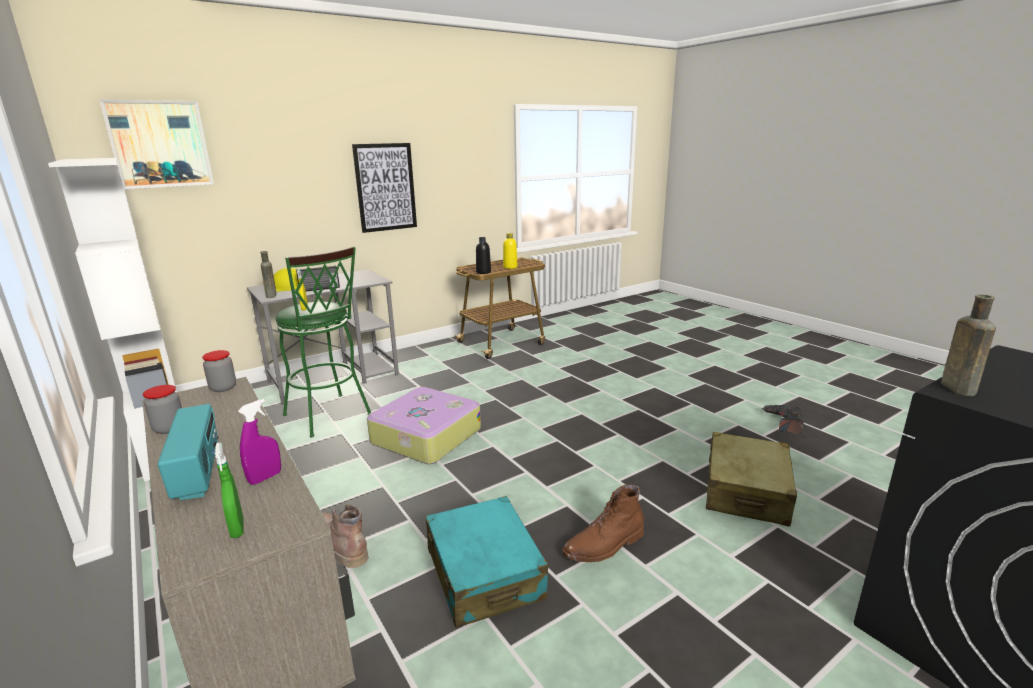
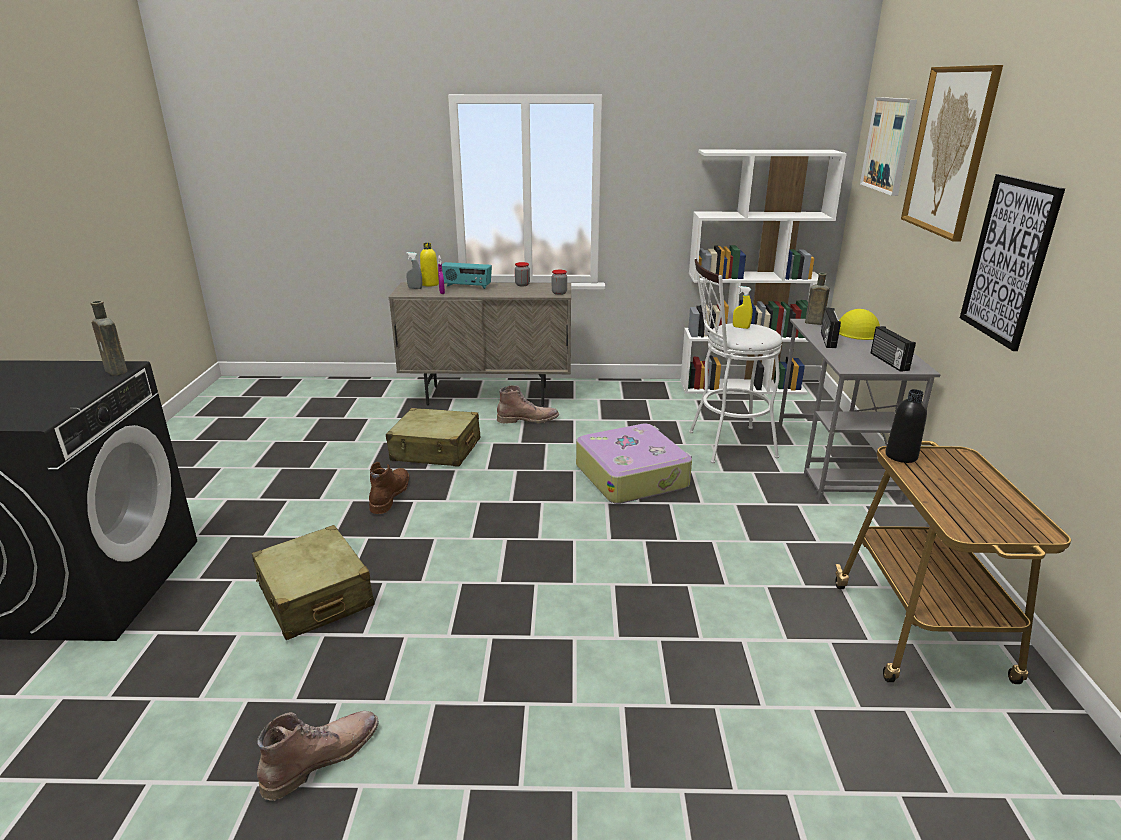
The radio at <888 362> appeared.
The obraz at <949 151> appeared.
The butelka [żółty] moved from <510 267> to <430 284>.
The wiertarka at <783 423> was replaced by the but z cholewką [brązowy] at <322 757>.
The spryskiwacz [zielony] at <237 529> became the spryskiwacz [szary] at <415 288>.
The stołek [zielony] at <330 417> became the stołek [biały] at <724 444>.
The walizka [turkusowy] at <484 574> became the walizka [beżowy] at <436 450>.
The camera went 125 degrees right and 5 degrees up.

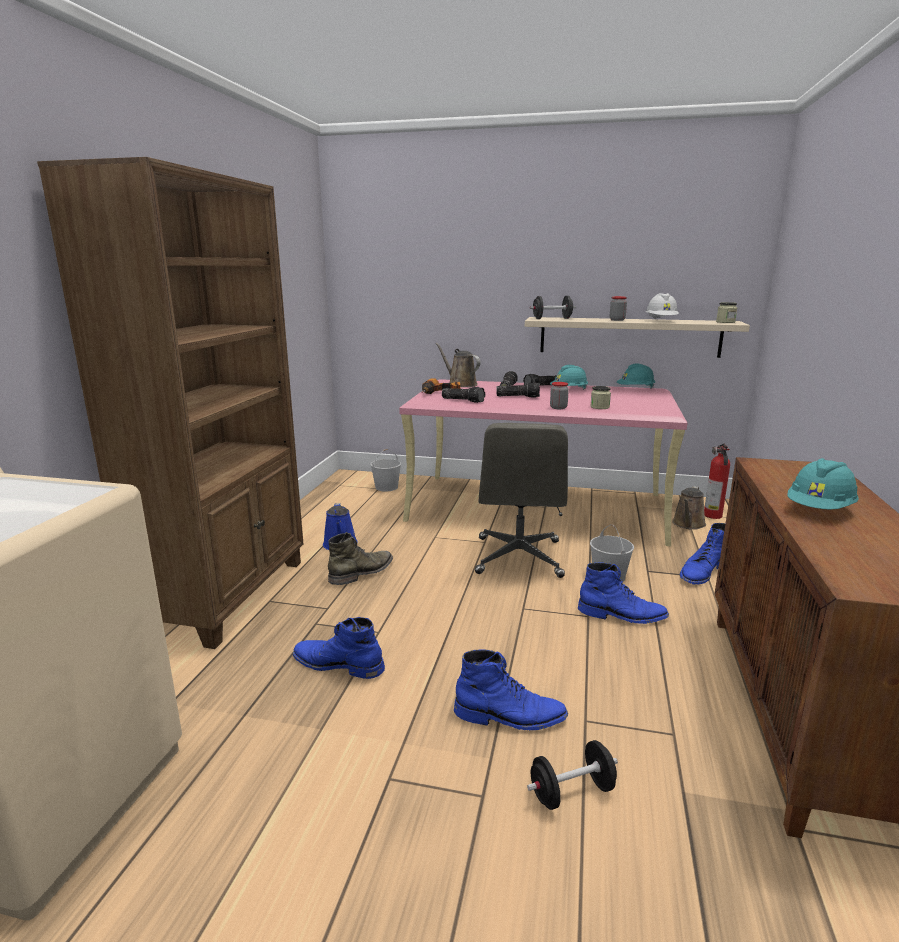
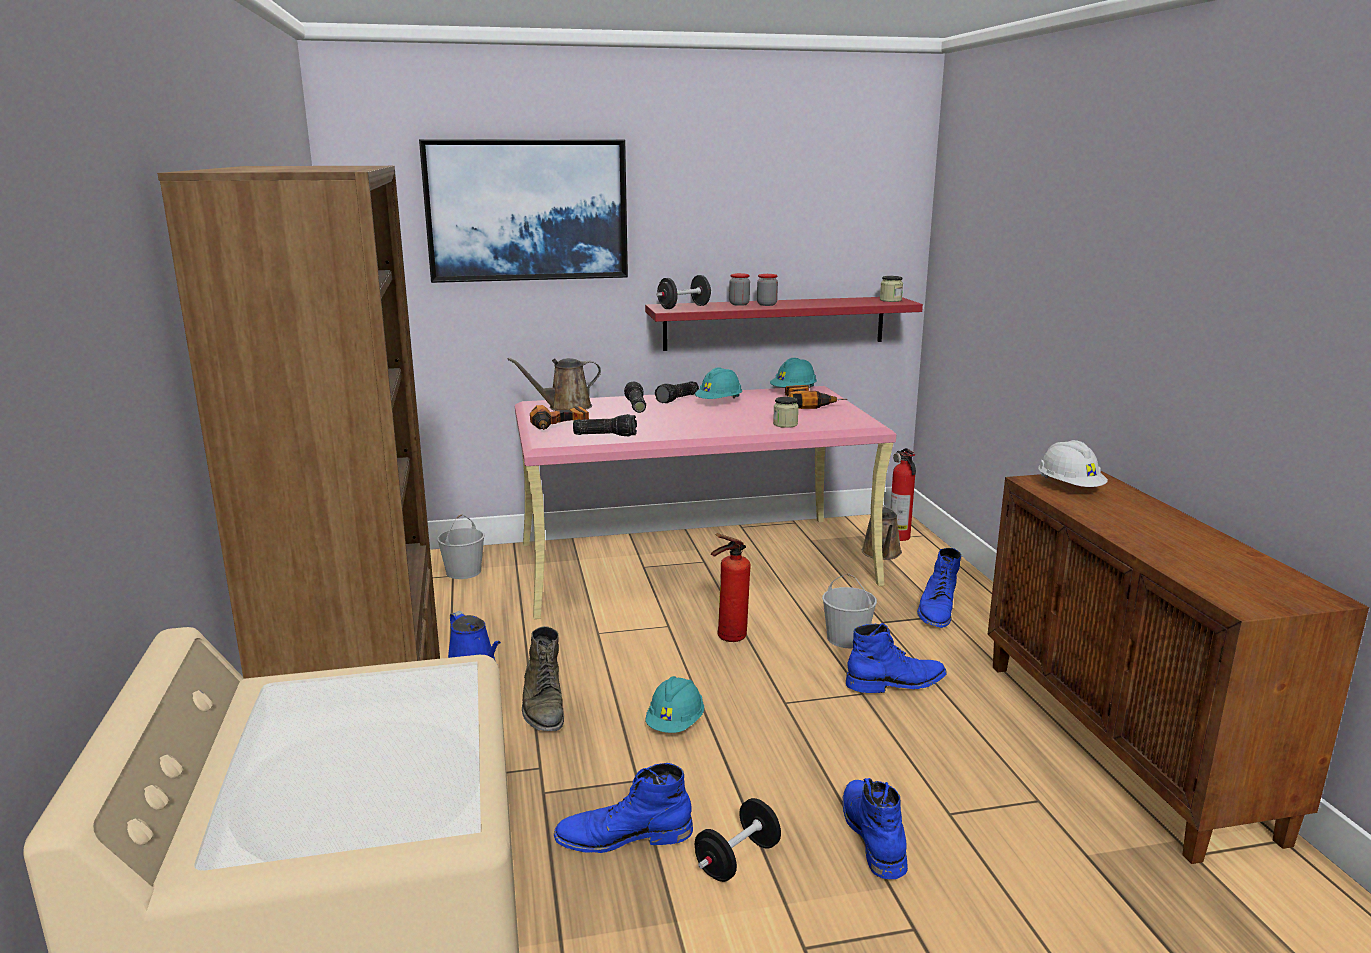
The latarka at <518 396> disappeared.
The obraz at <527 210> appeared.
The wiertarka at <809 403> appeared.
The hantel [czarny] moved from <571 792> to <737 859>.
The słoik moved from <558 408> to <739 304>.
The kask [biały] moved from <661 321> to <1069 487>.
The kask [turkusowy] moved from <819 509> to <675 724>.
The krzesło biurowe [szary] at <519 558> was replaced by the gaśnica at <728 638>.
The półka [beżowy] at <629 336> became the półka [czerwony] at <775 323>.
The but z cholewką [zielony] at <362 572> turned 150 degrees clockwise.
The konewka [brązowy] at <460 384> turned 45 degrees counterclockwise.
The but z cholewką [niebieski] at <510 717> turned 75 degrees counterclockwise.
The camera went 25 degrees left and 0 degrees up.

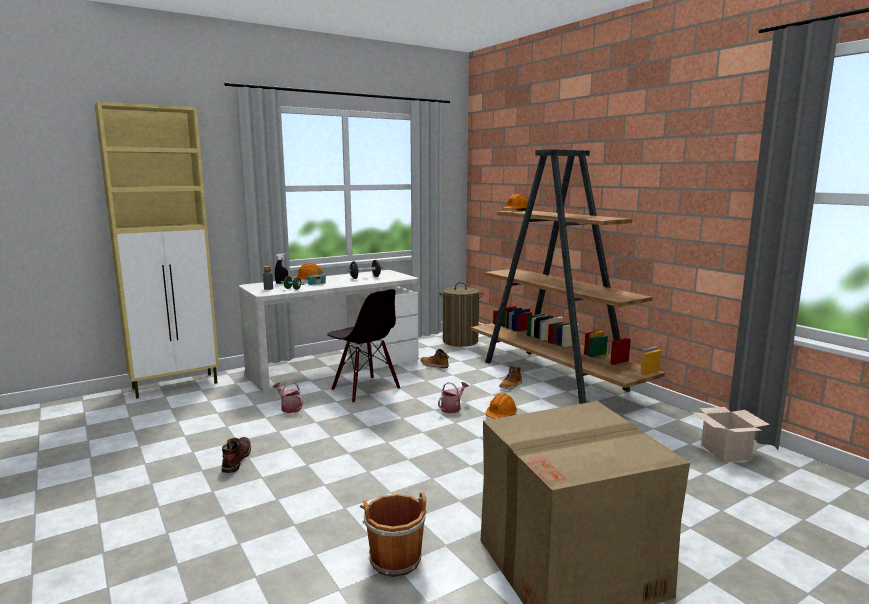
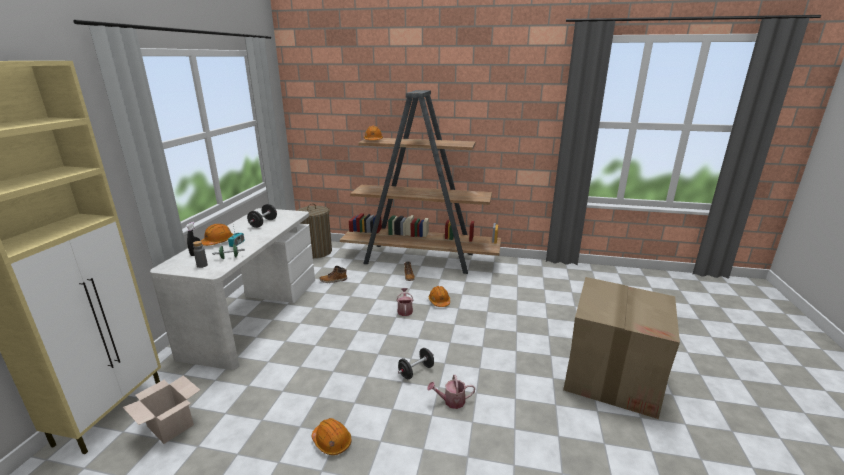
The krzesło [czarny] at <365 389> disappeared.
The wiadro [brązowy] at <394 558> disappeared.
The hantel [czarny] at <416 371> appeared.
The konewka moved from <289 408> to <451 401>.
The karton moved from <727 452> to <172 426>.
The but z cholewką [brązowy] at <236 459> was replaced by the kask [pomarańczowy] at <332 442>.
The camera went 45 degrees left and 10 degrees up.

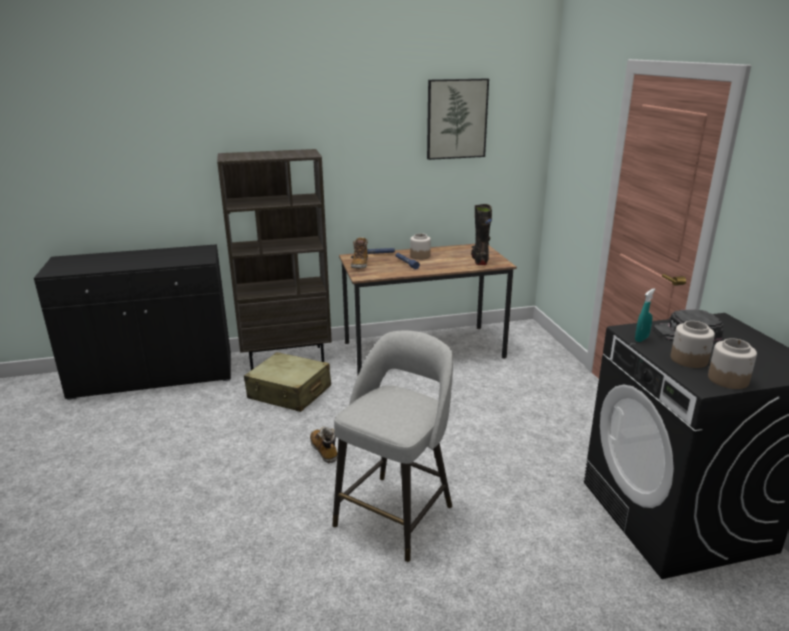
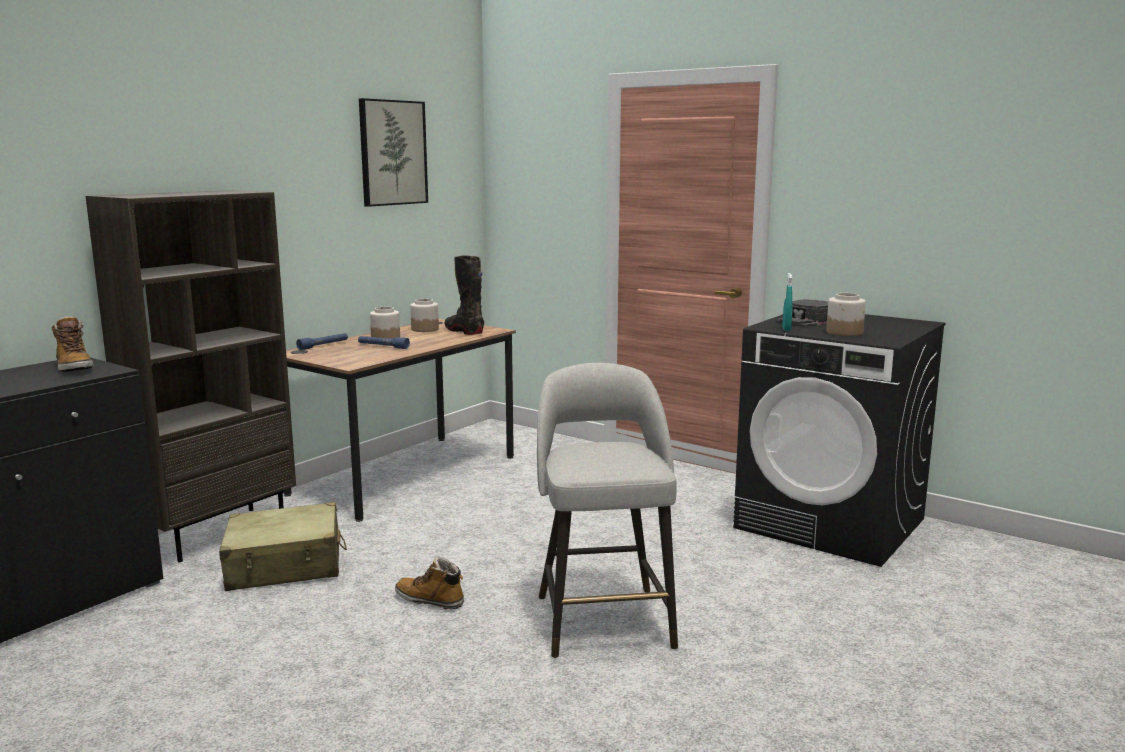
The but z cholewką moved from <360 264> to <74 367>.
The słoik moved from <728 379> to <425 329>.
The camera went 40 degrees left and 10 degrees down.

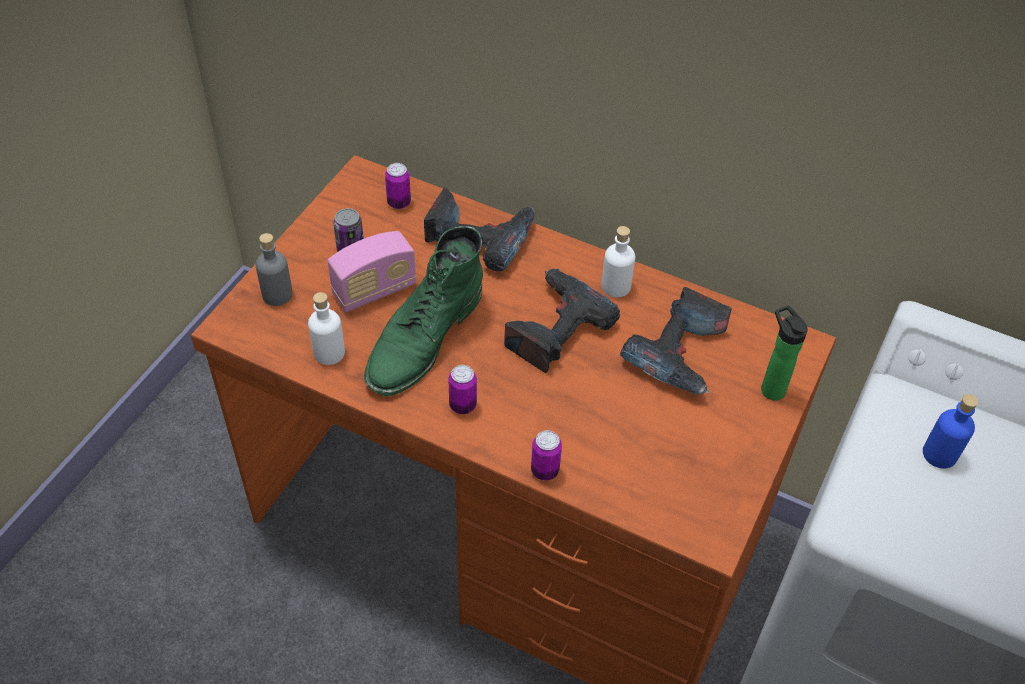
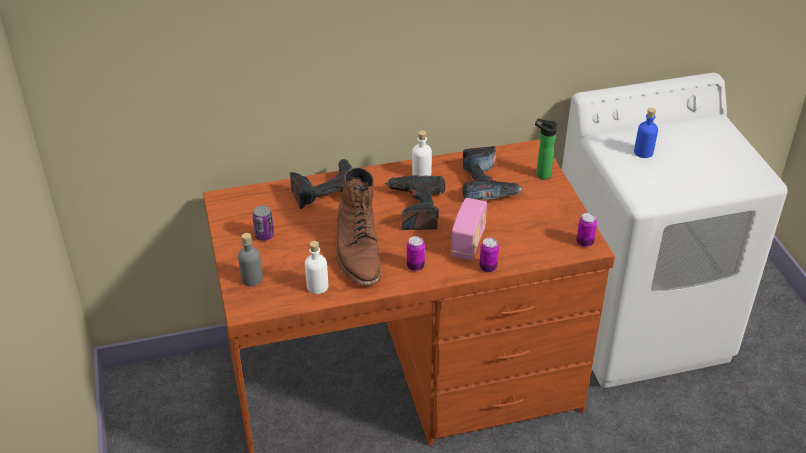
The radio moved from <374 290> to <468 243>.
The puszka moved from <399 203> to <584 242>.
The but z cholewką [zielony] at <424 338> became the but z cholewką [brązowy] at <358 251>.
The camera went 40 degrees left and 10 degrees down.

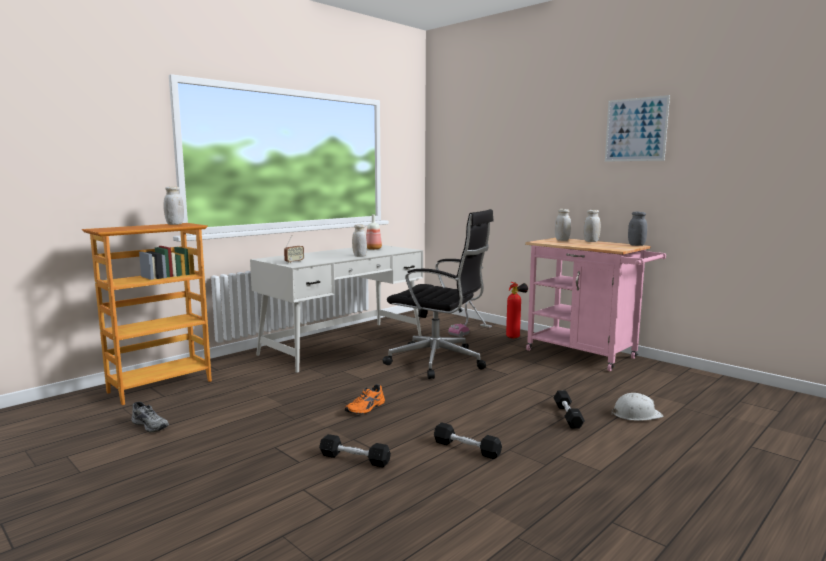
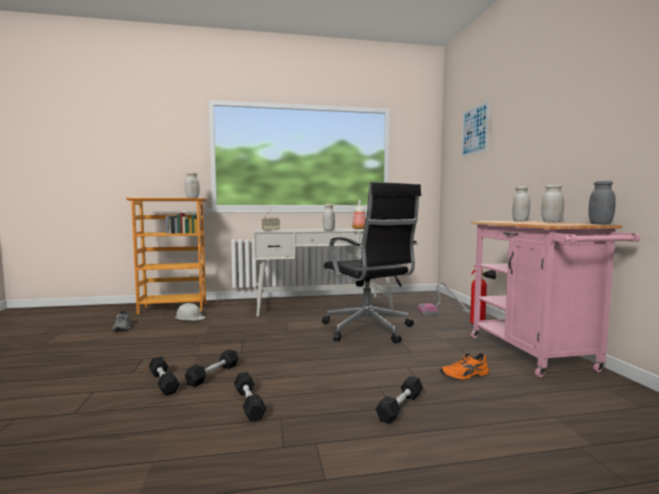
The hantel [czarny] at <213 374> appeared.
The but [pomarańczowy] moved from <366 408> to <465 375>.
The obraz moved from <636 129> to <474 130>.
The kask [biały] moved from <636 414> to <190 318>.
The camera went 35 degrees right and 5 degrees down.

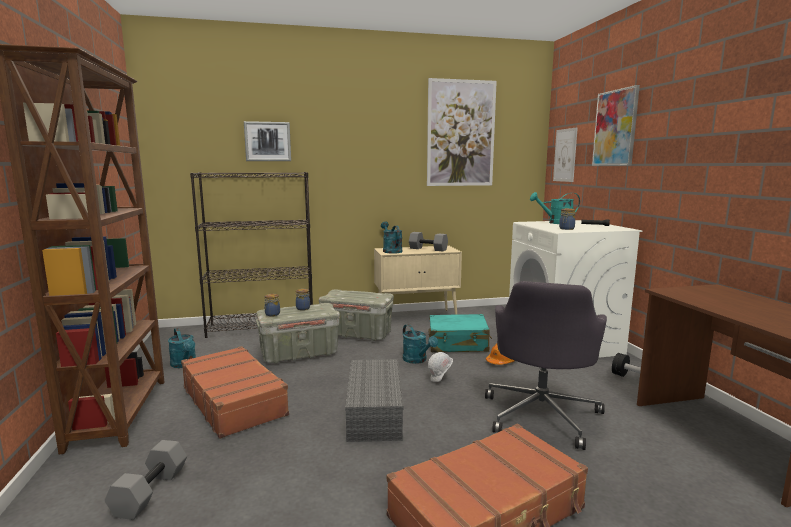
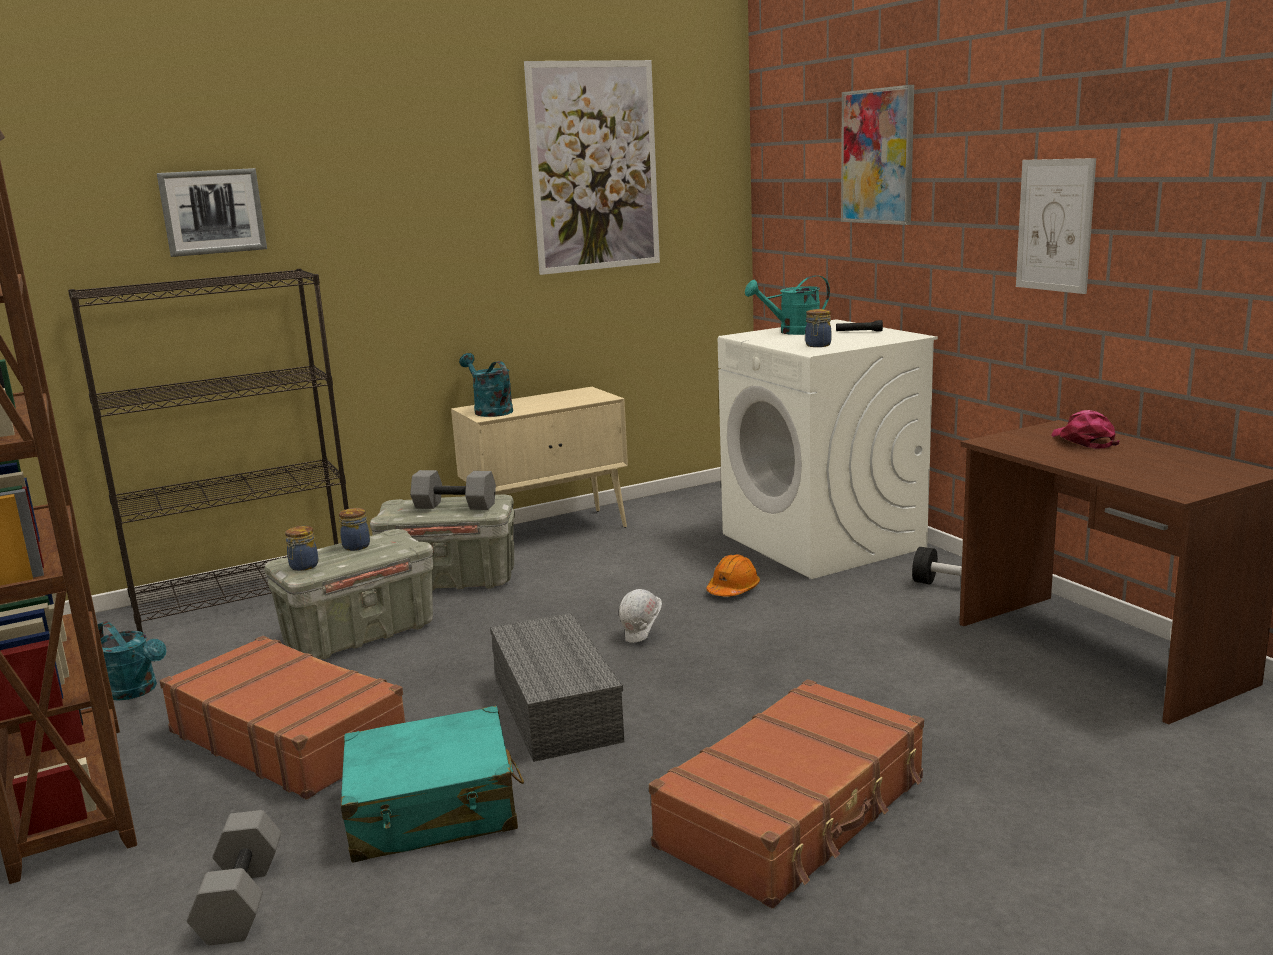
The konewka [turkusowy] at <417 360> disappeared.
The krzesło biurowe [szary] at <541 414> disappeared.
The czapka z daszkiem [różowy] at <1083 440> appeared.
The hantel [szary] moved from <428 249> to <456 506>.
The walizka [turkusowy] moved from <458 344> to <433 809>.
The obraz moved from <565 155> to <1054 225>.
The camera went 15 degrees left and 5 degrees up.

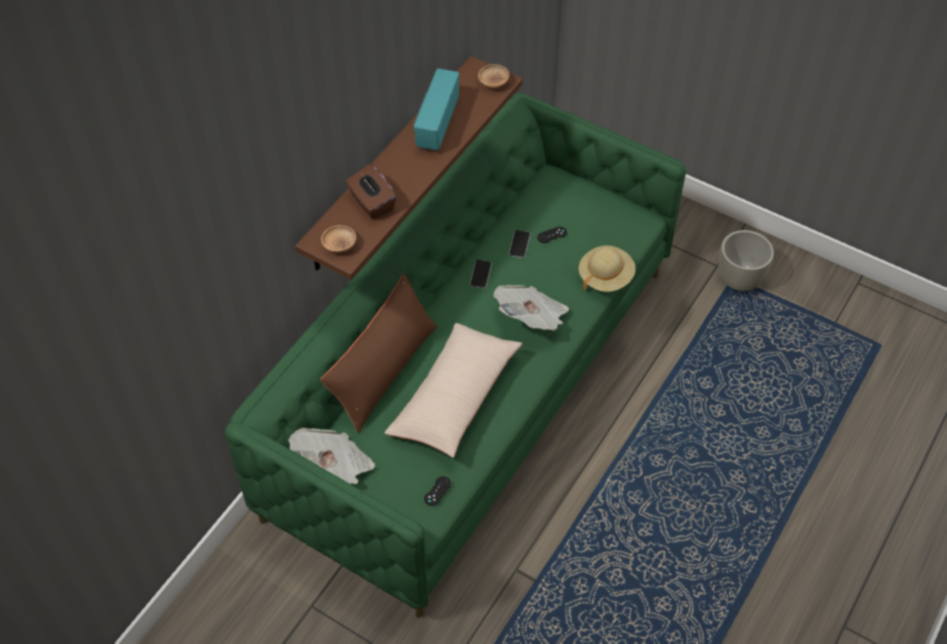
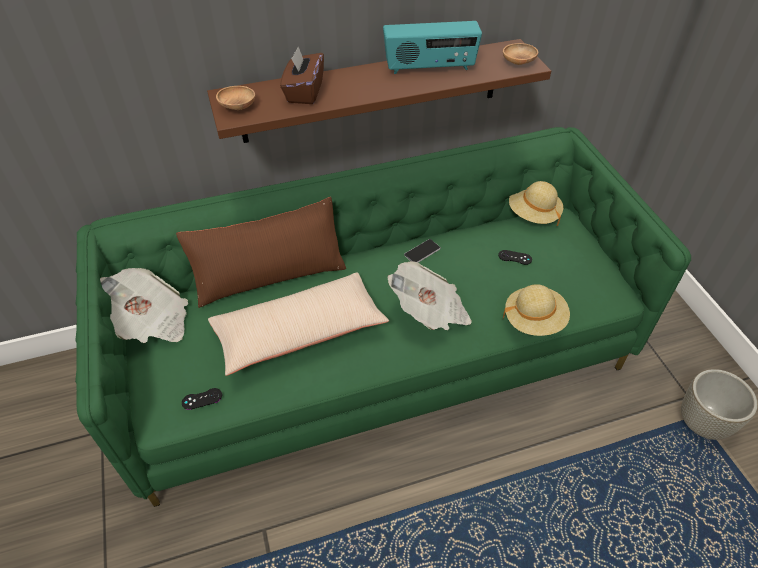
The telefon at <519 244> disappeared.
The kapelusz [beżowy] at <533 214> appeared.
The radio at <436 125> turned 150 degrees counterclockwise.
The camera went 40 degrees right and 5 degrees down.

